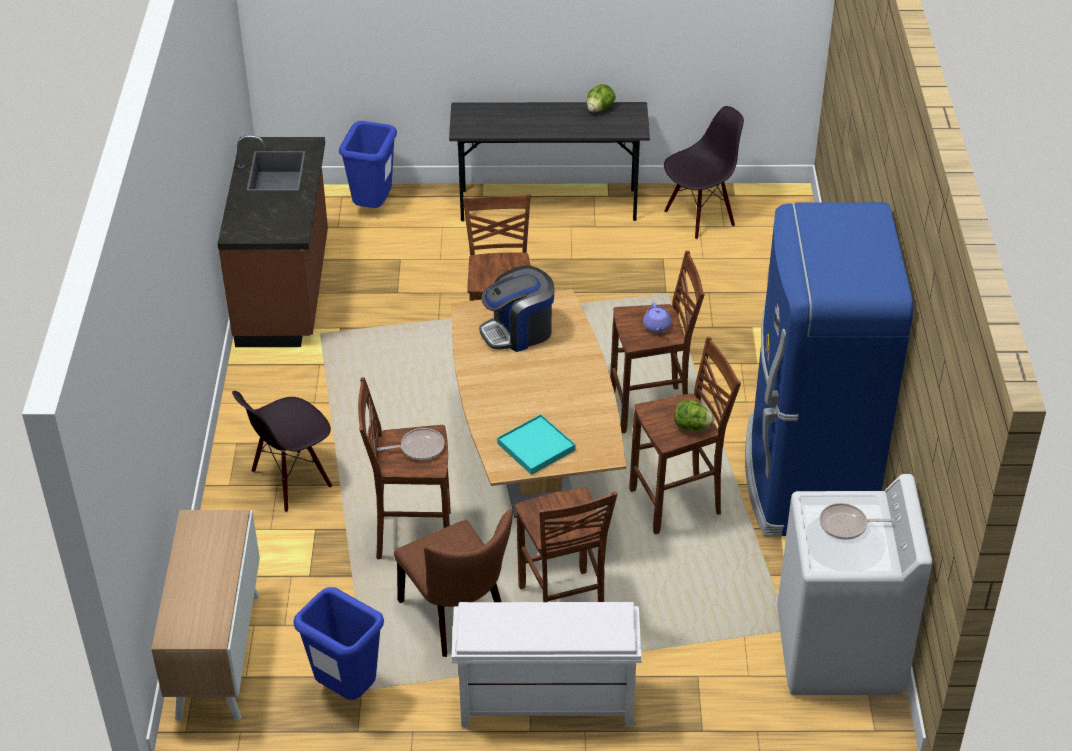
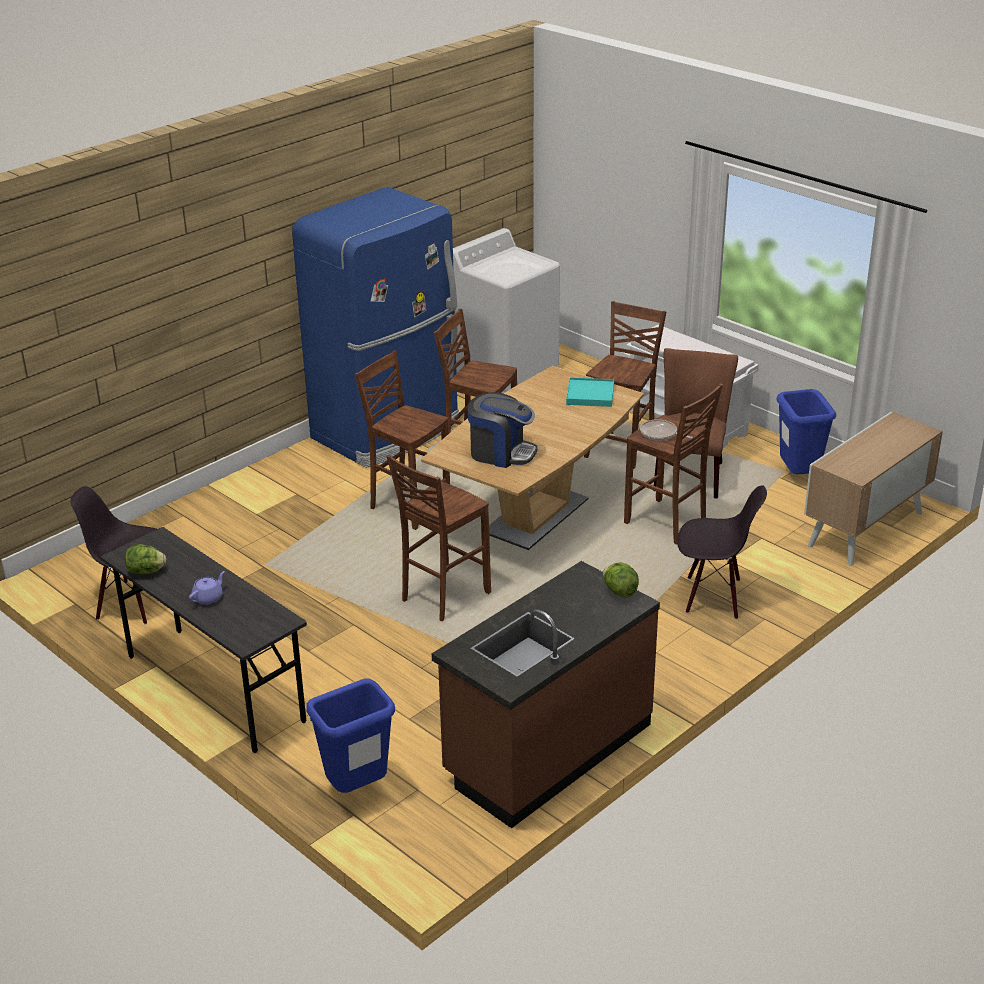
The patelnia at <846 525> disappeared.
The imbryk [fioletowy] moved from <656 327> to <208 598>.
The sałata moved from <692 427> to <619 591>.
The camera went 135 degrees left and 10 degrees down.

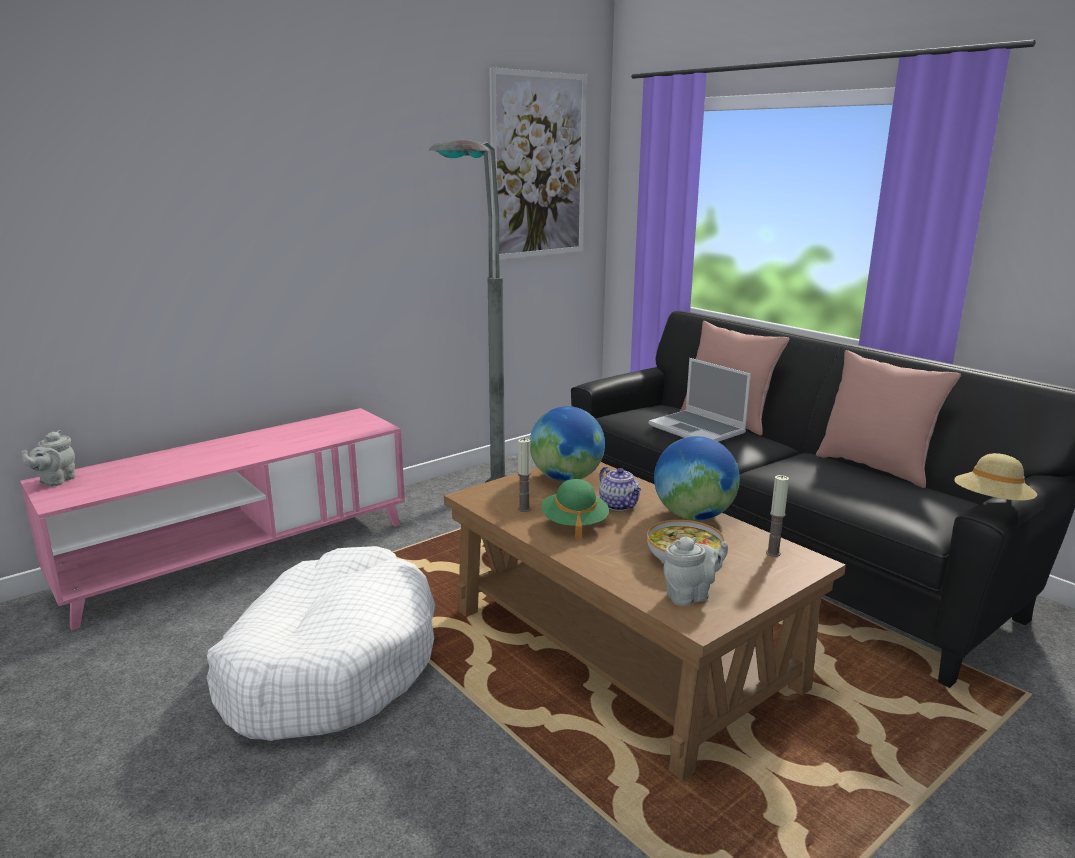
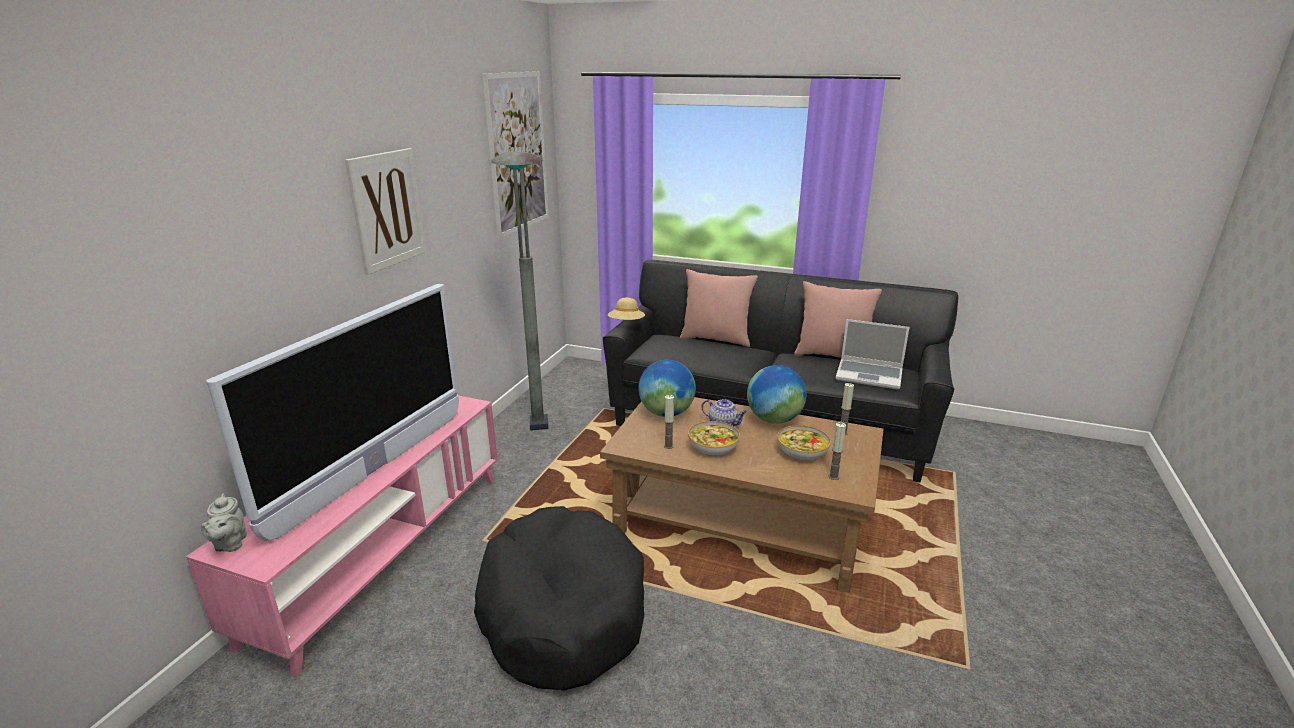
The telewizor at <374 470> appeared.
The obraz at <387 209> appeared.
The laptop moved from <698 429> to <870 375>.
The kapelusz [beżowy] moved from <991 504> to <626 323>.
The kapelusz [zielony] at <574 524> was replaced by the miska at <713 447>.
The imbryk [szary] at <690 595> was replaced by the świeca at <833 477>.
The legowisko [biały] at <330 664> became the legowisko [czarny] at <561 611>.
The camera went 30 degrees left and 5 degrees up.

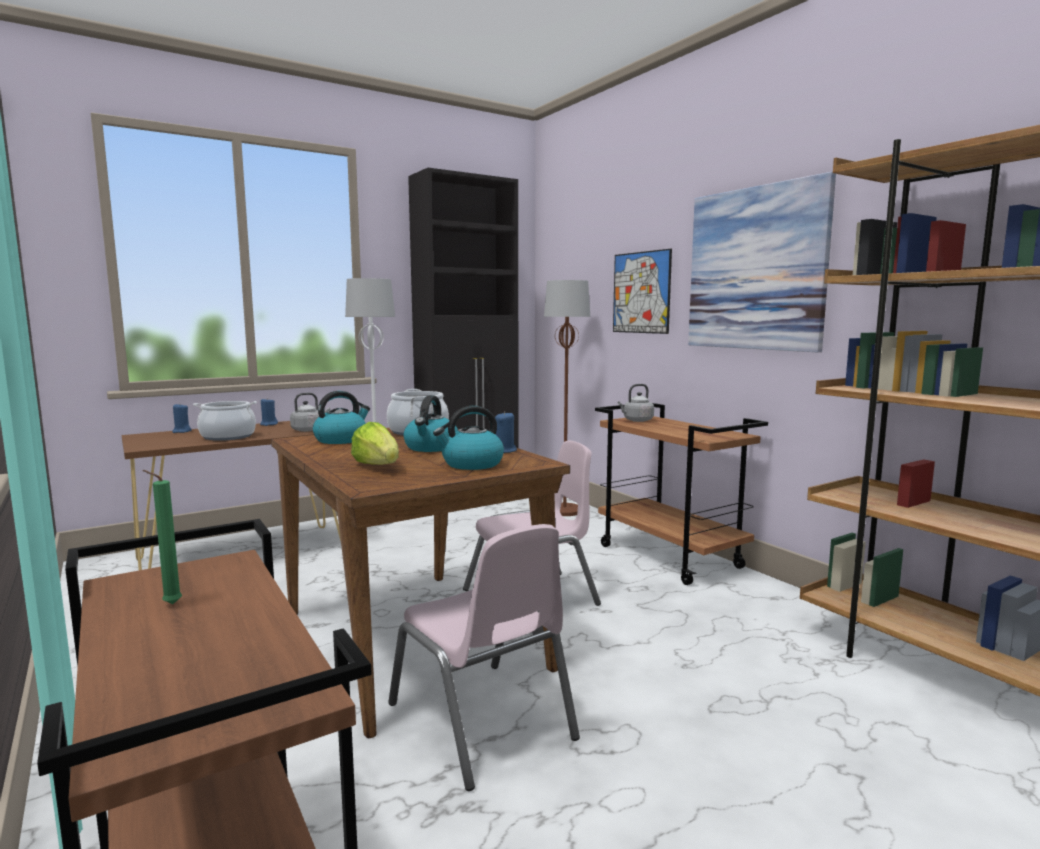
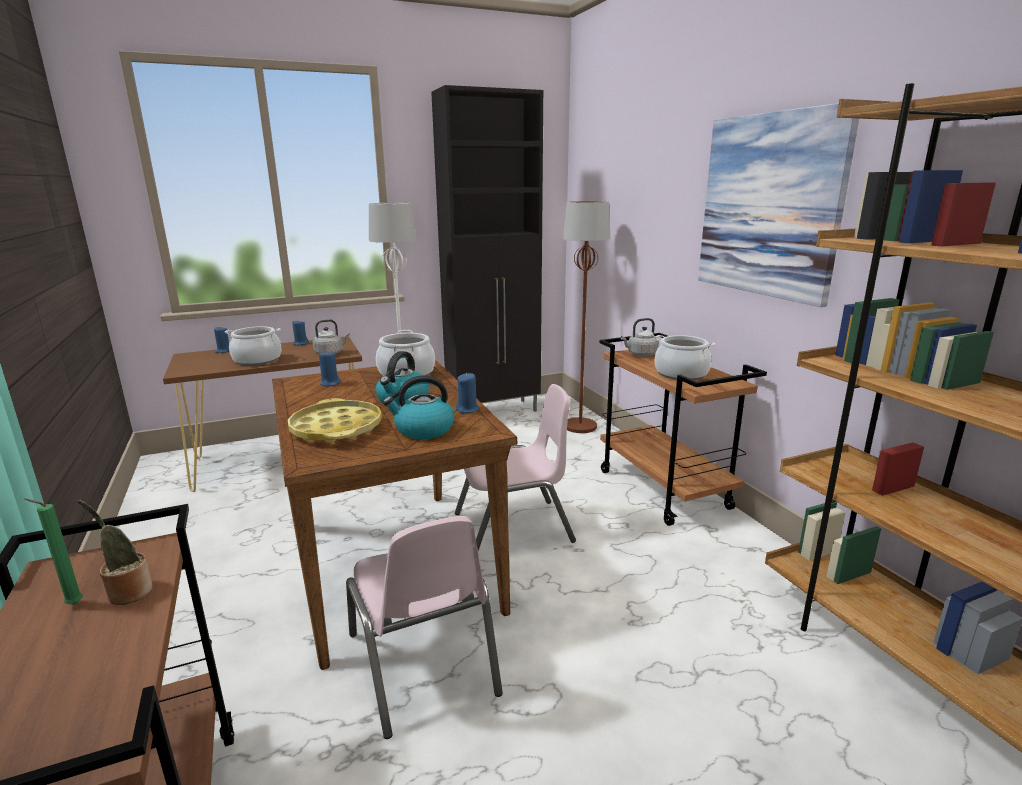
The obraz at <641 292> disappeared.
The roślina doniczkowa at <127 592> appeared.
The garnek at <681 373> appeared.
The czajnik at <341 440> was replaced by the świeca [niebieski] at <330 383>.
The sałata at <378 466> was replaced by the taca [żółty] at <336 428>.
The camera went 10 degrees right and 10 degrees up.

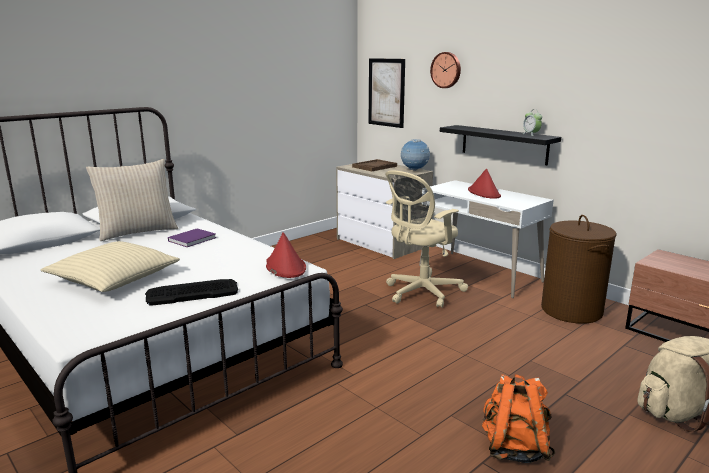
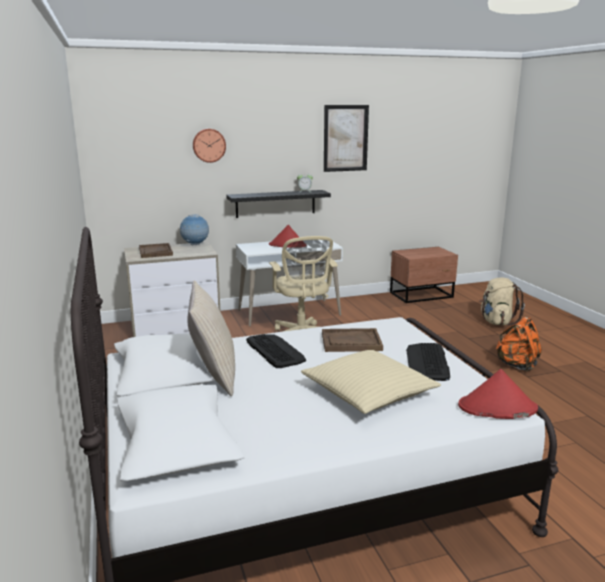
The kosz na pranie [brązowy] at <572 310> disappeared.
The taca [brązowy] at <351 342> appeared.
The kapelusz [czerwony] moved from <285 267> to <497 408>.
The obraz moved from <386 92> to <345 138>.
The książka [fioletowy] at <193 239> was replaced by the klawiatura at <275 351>.
The camera went 65 degrees left and 0 degrees up.

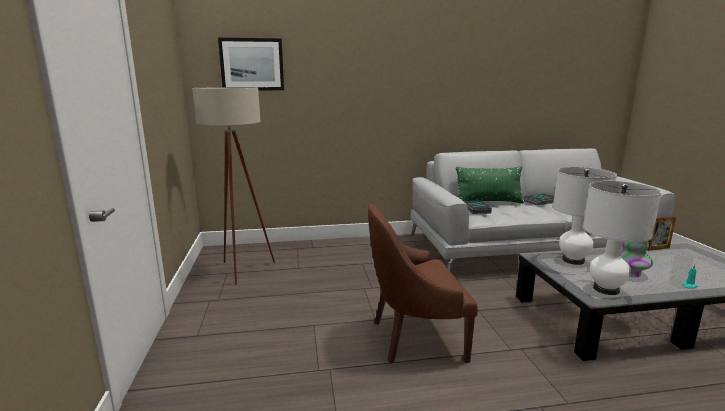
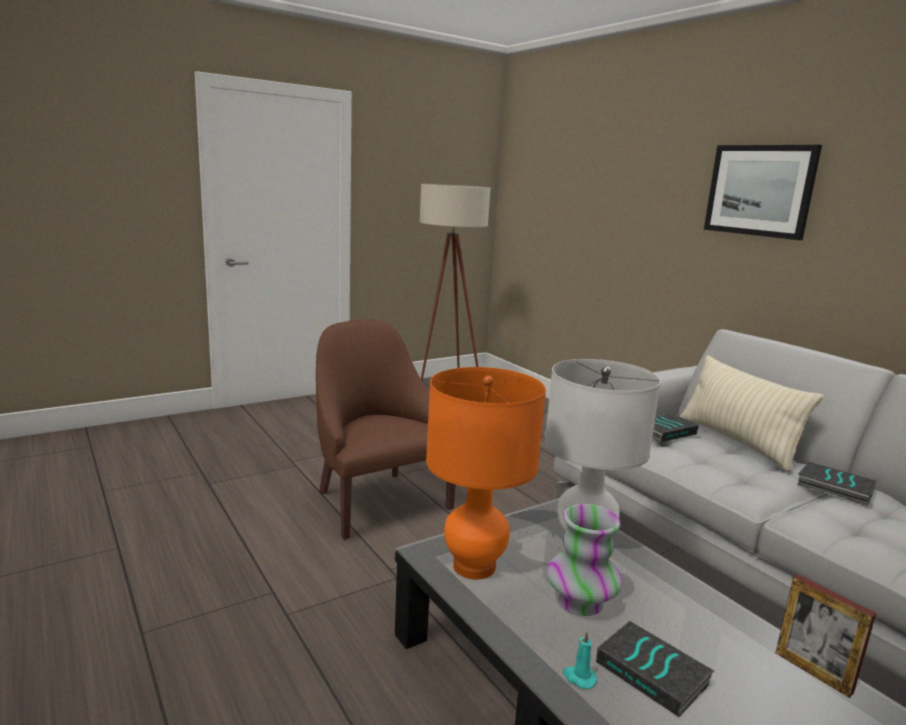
The książka at <653 673> appeared.
The obraz moved from <252 64> to <759 190>.
The poduszka [zielony] at <488 202> became the poduszka [beżowy] at <736 442>.
The lampa stołowa [biały] at <606 289> became the lampa stołowa [pomarańczowy] at <474 566>.
The camera went 65 degrees right and 0 degrees up.

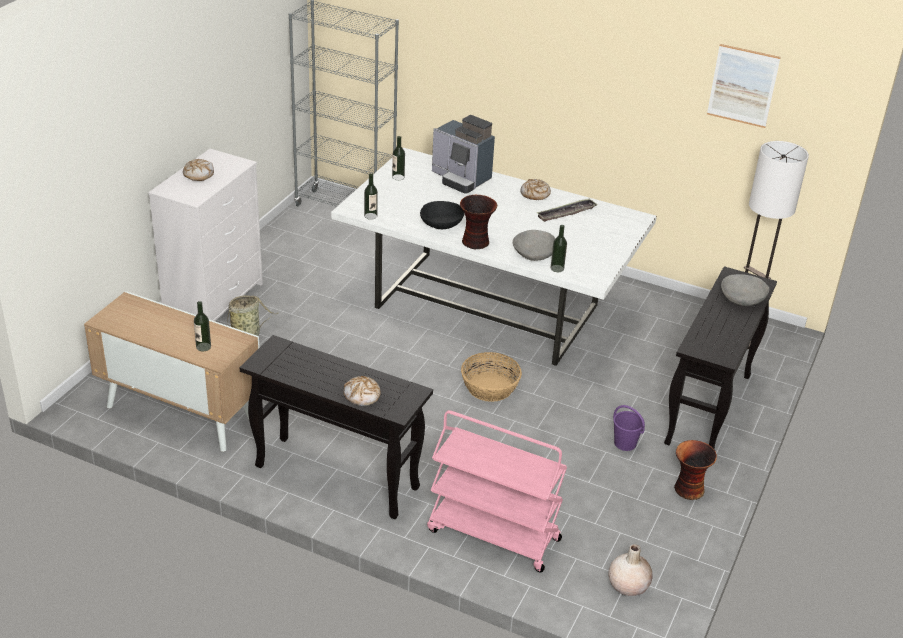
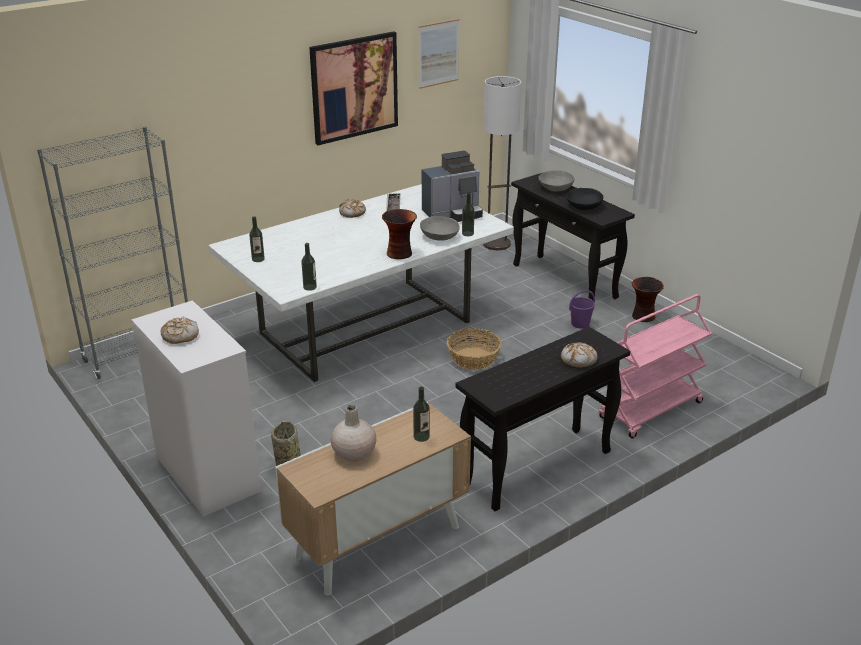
The obraz at <354 87> appeared.
The miska [czarny] moved from <441 223> to <583 206>.
The ekspres do kawy moved from <461 179> to <453 214>.
The wazon [beżowy] moved from <627 586> to <353 453>.
The camera went 60 degrees left and 5 degrees down.

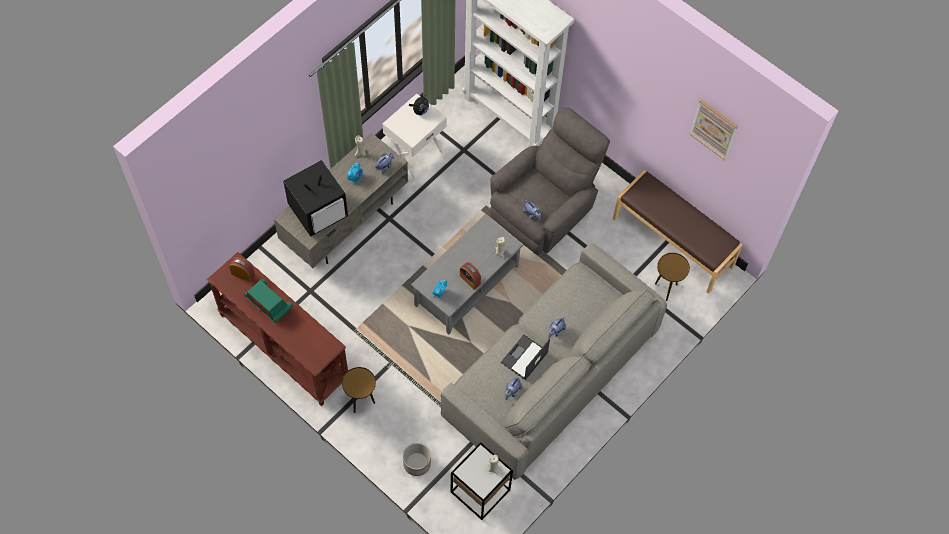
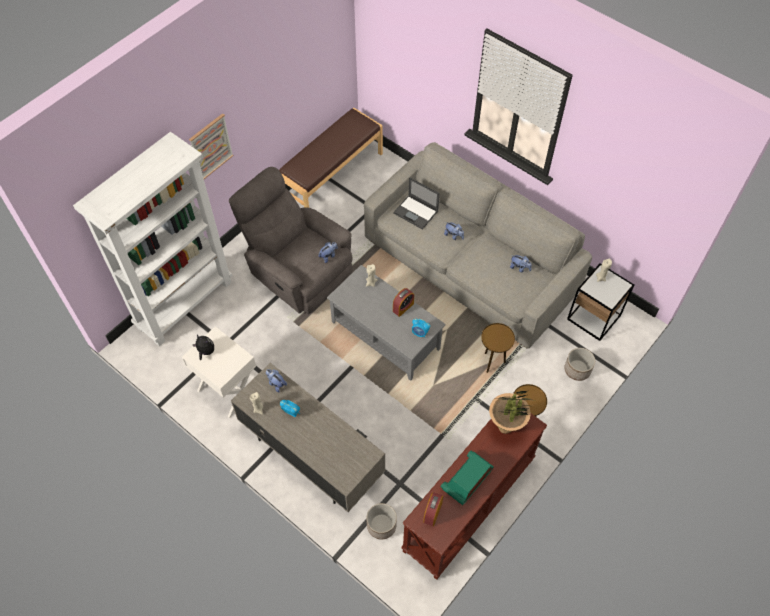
The telewizor at <319 211> disappeared.
The donica at <381 525> appeared.
The roślina doniczkowa at <505 427> appeared.
The laptop moved from <524 358> to <416 212>.
The stolik [brązowy] moved from <666 289> to <492 362>.
The obraz moved from <714 129> to <211 147>.
The camera went 90 degrees left and 5 degrees down.

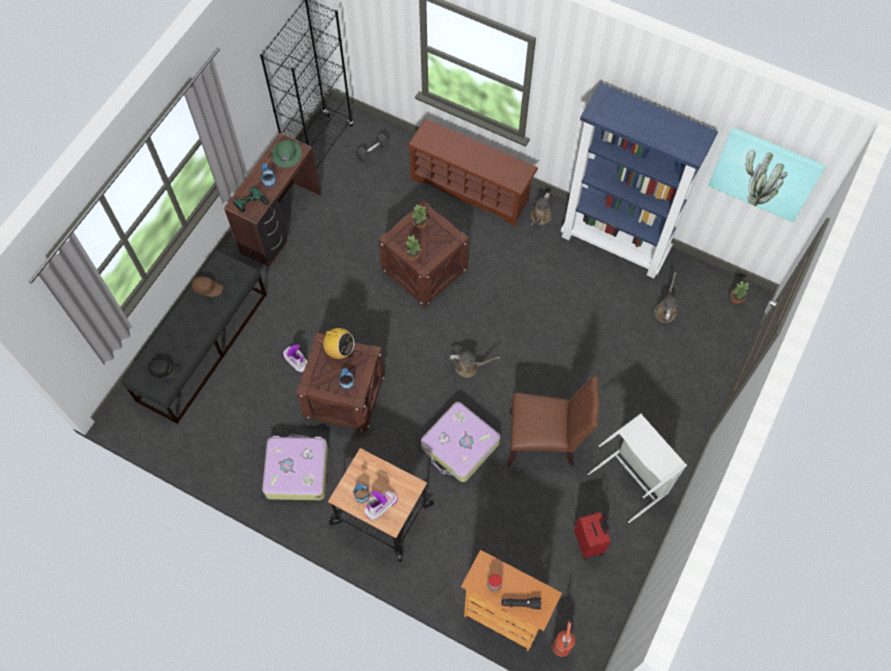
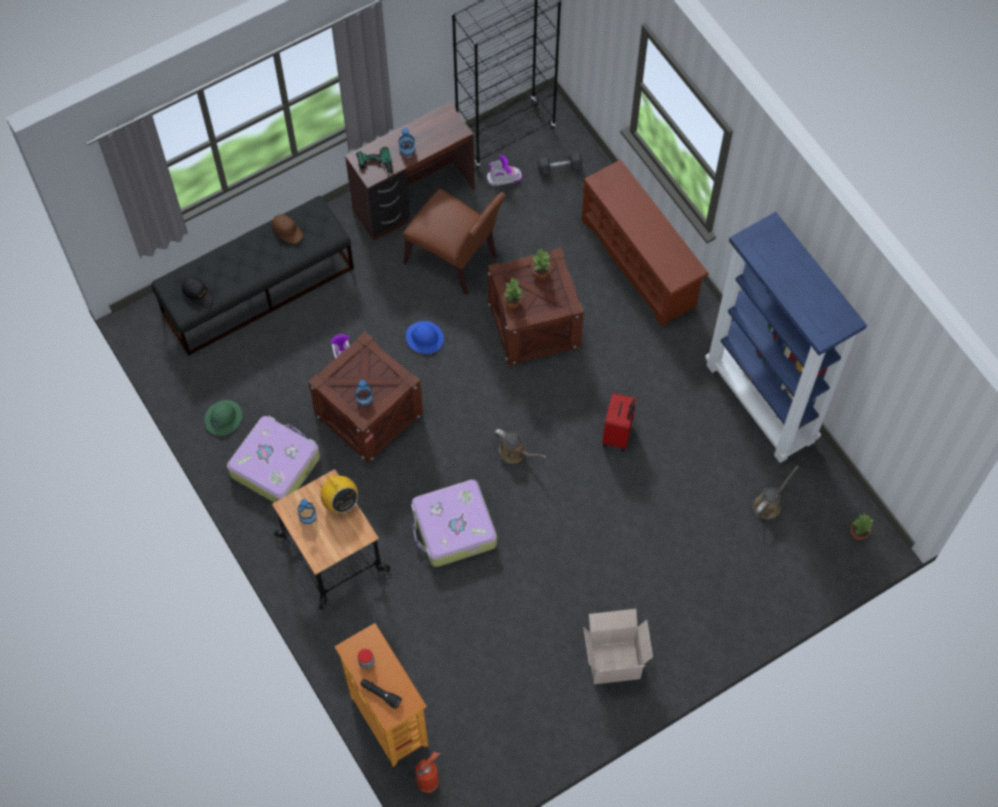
The konewka [brązowy] at <540 218> disappeared.
The obraz at <765 173> disappeared.
The kask [niebieski] at <424 338> appeared.
The kask [zielony] moved from <286 154> to <223 418>.
The radio moved from <339 350> to <340 502>.
The but z cholewką moved from <380 505> to <503 178>.
The krzesło [brązowy] moved from <545 440> to <455 260>.
The walizka [czerwony] moved from <589 542> to <618 435>.
The kosz na pranie [szary] at <634 478> was replaced by the karton at <614 660>.
The camera went 30 degrees right and 0 degrees up.

